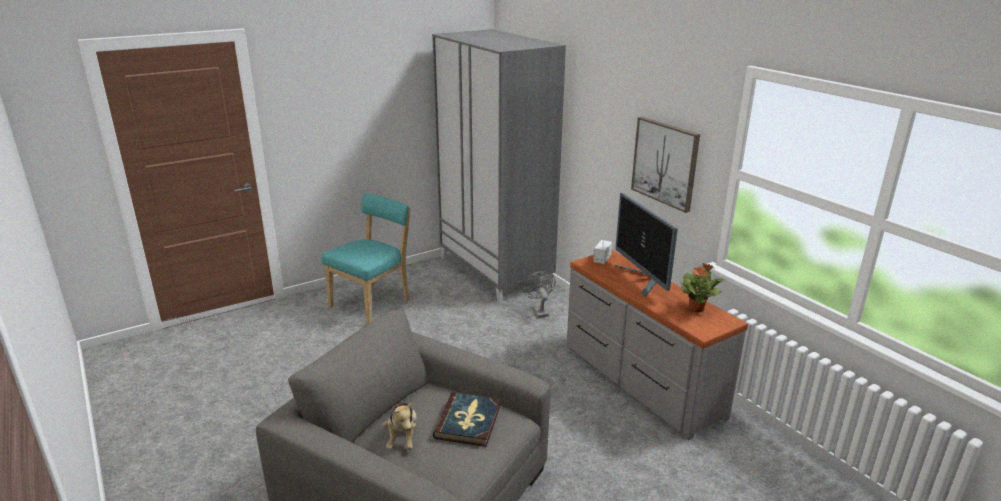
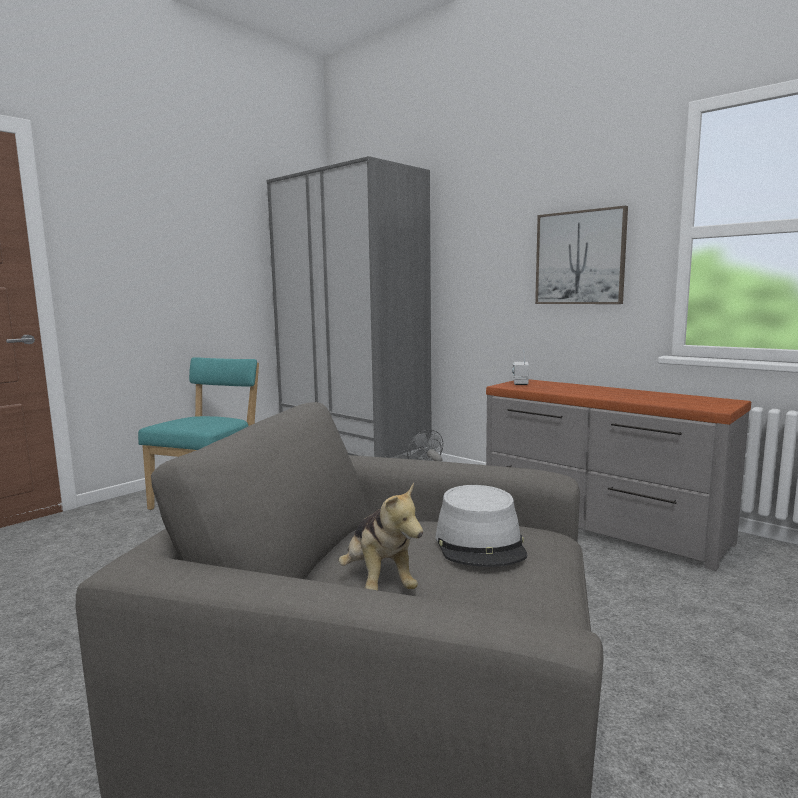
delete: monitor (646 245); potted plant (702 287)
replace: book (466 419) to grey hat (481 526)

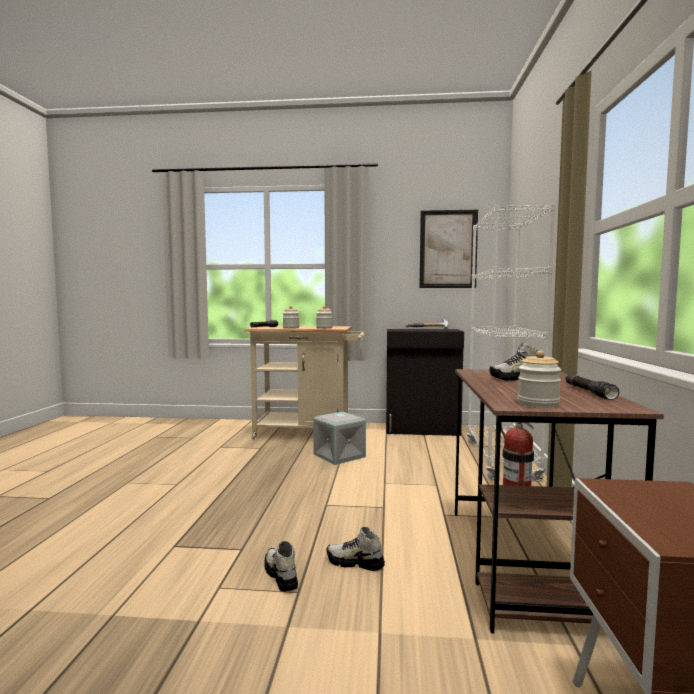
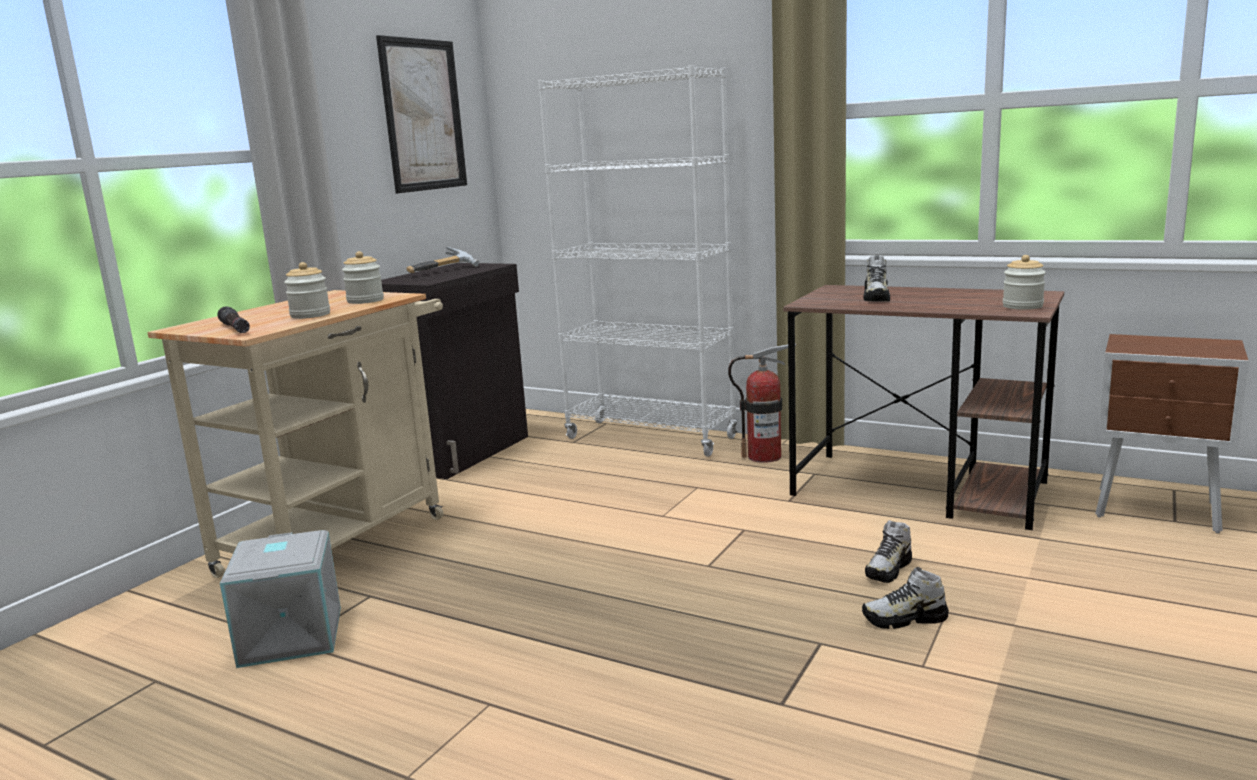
delete: black flashlight (592 387)
move: grey storage box (339 438) to (280 599)

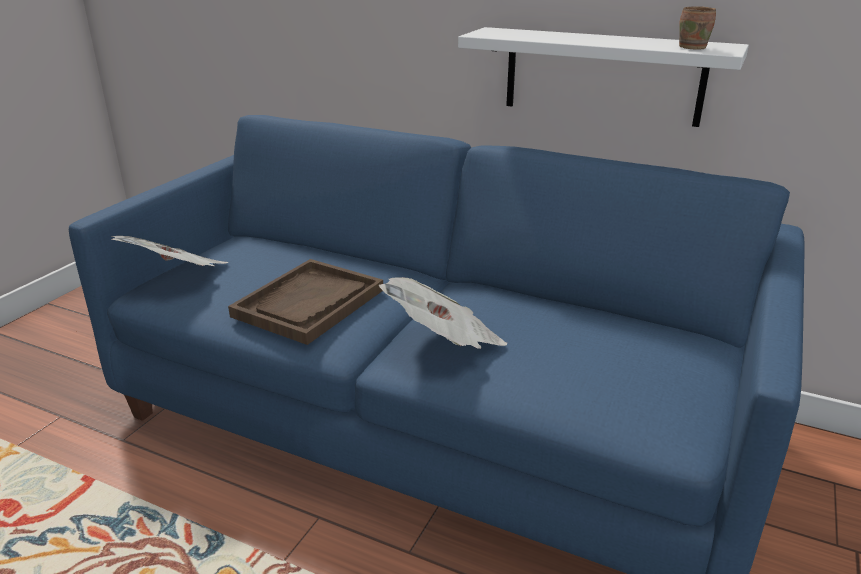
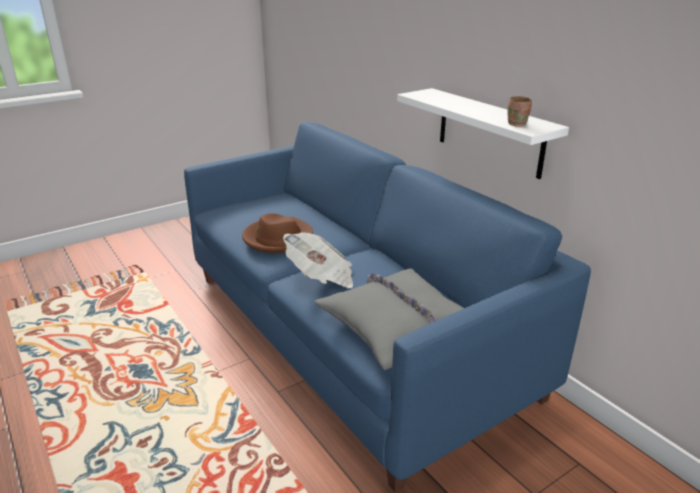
delete: newspaper (170 251)
insert: grey pillow (389 319)
replace: brown tray (305 302) to brown hat (277 233)

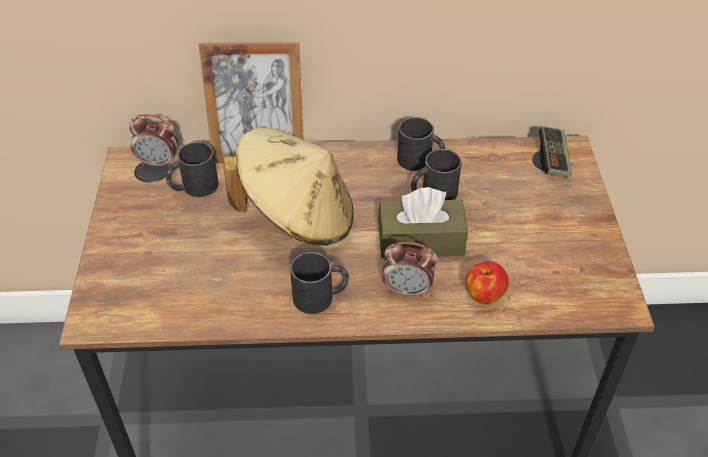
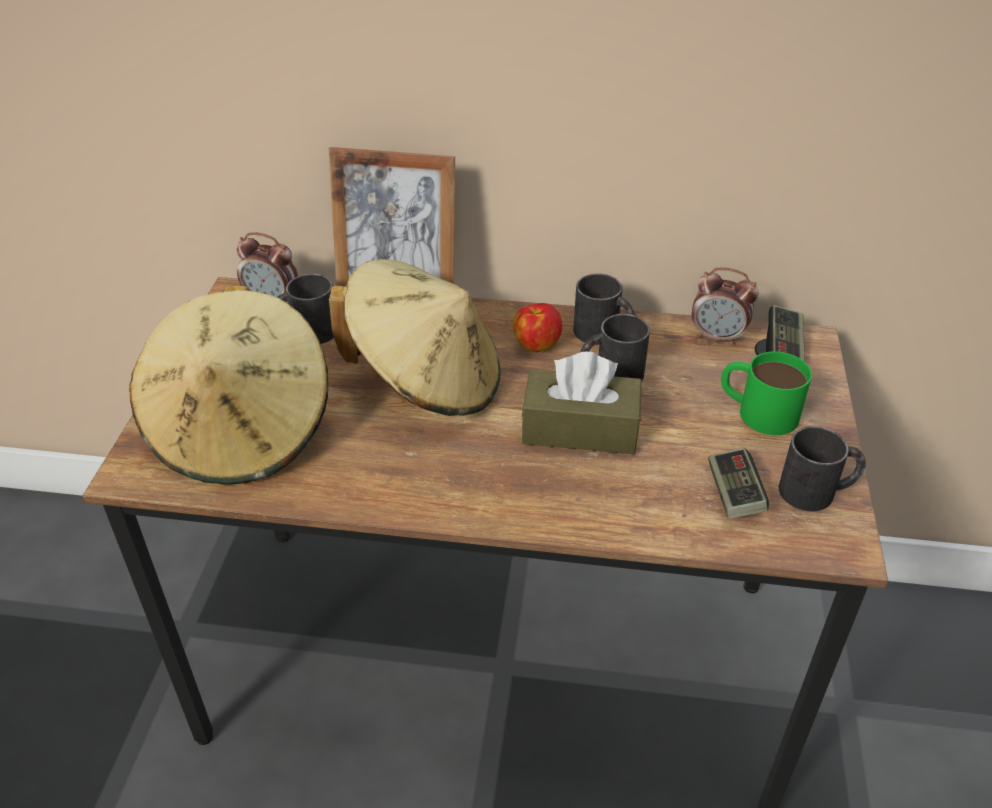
insert: beige hat (228 385); game controller (738 483); green mug (766 393)
move: black mug (319 283) to (822 468); alarm clock (409 270) to (725 306); apple (487 282) to (537 327)

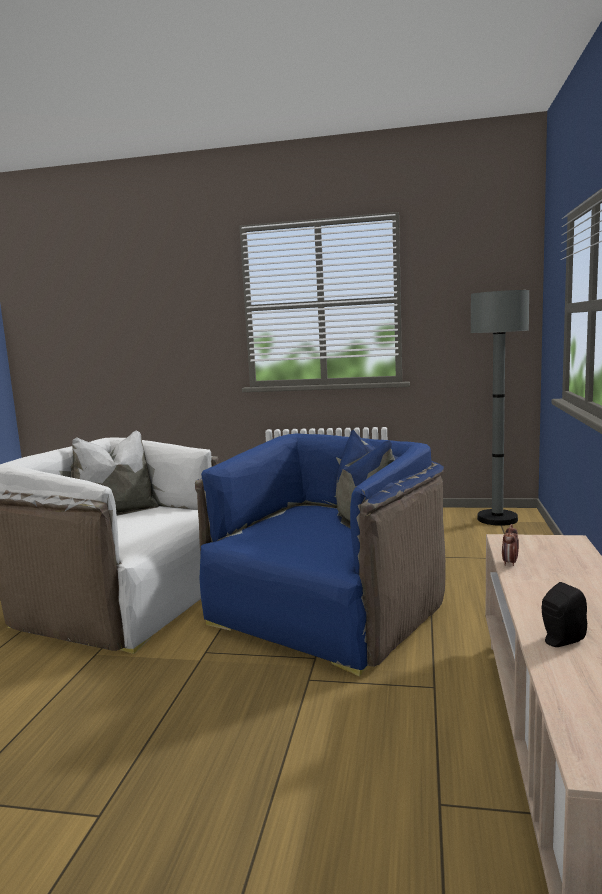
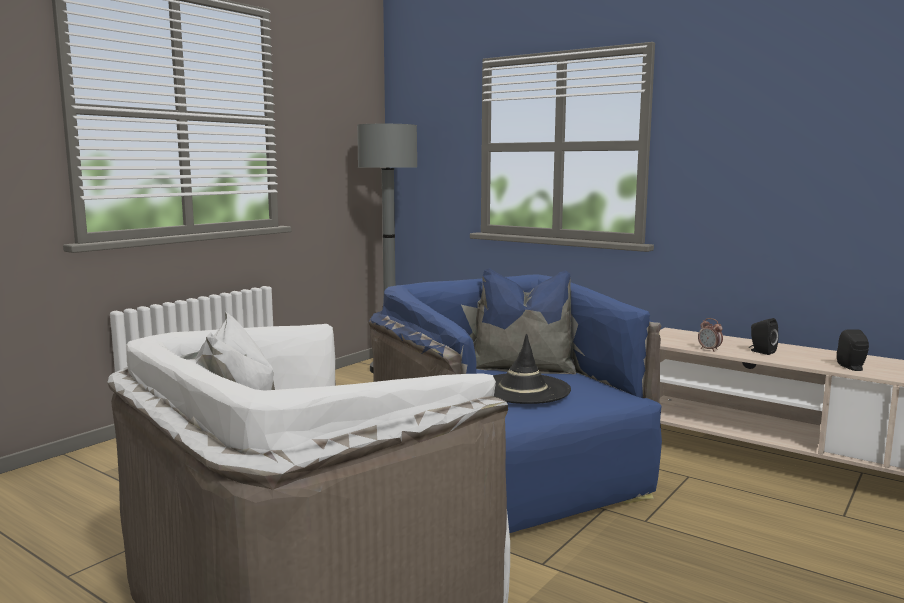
insert: black hat (532 369); black speaker (764 336)

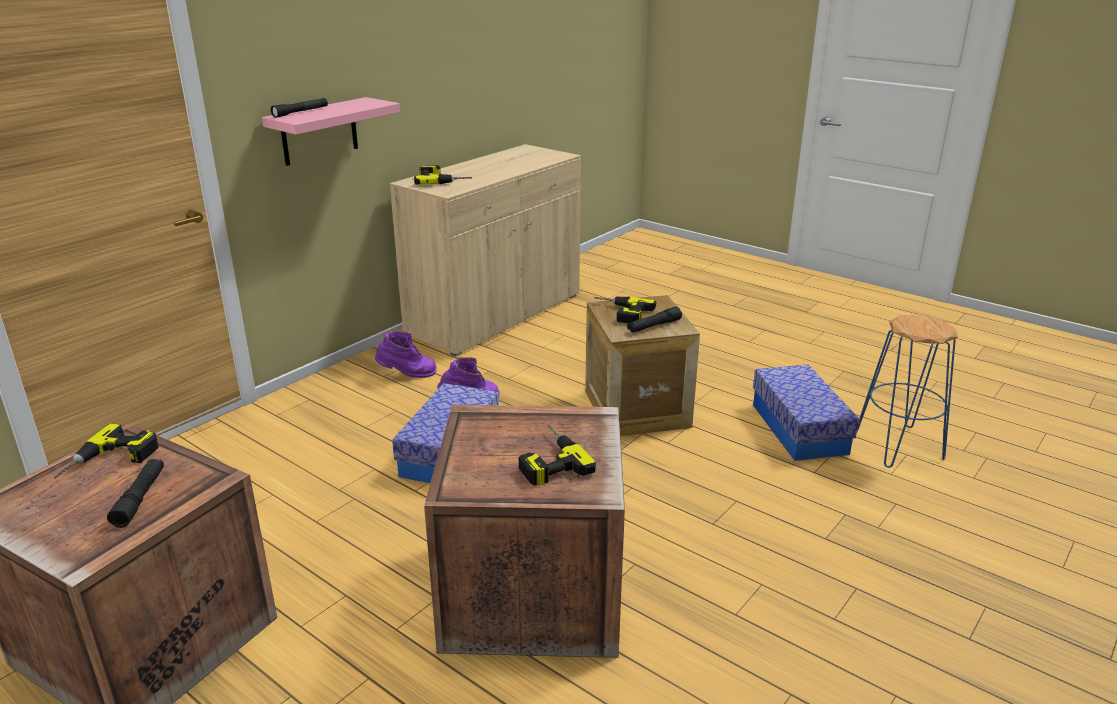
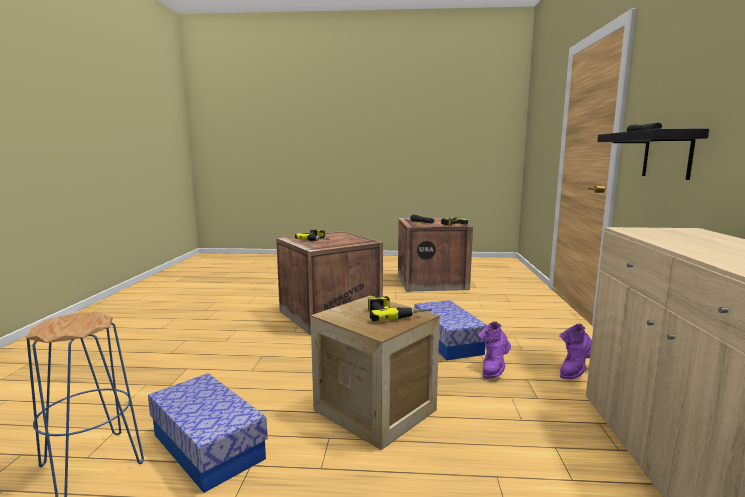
delete: power drill (443 175); black flashlight (654 319)
recolor: pink shelf (331 131) to black shelf (653 154)

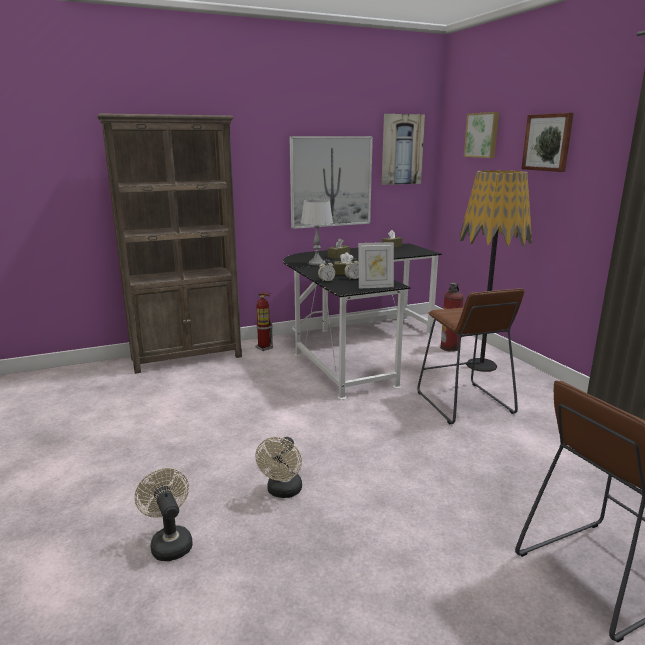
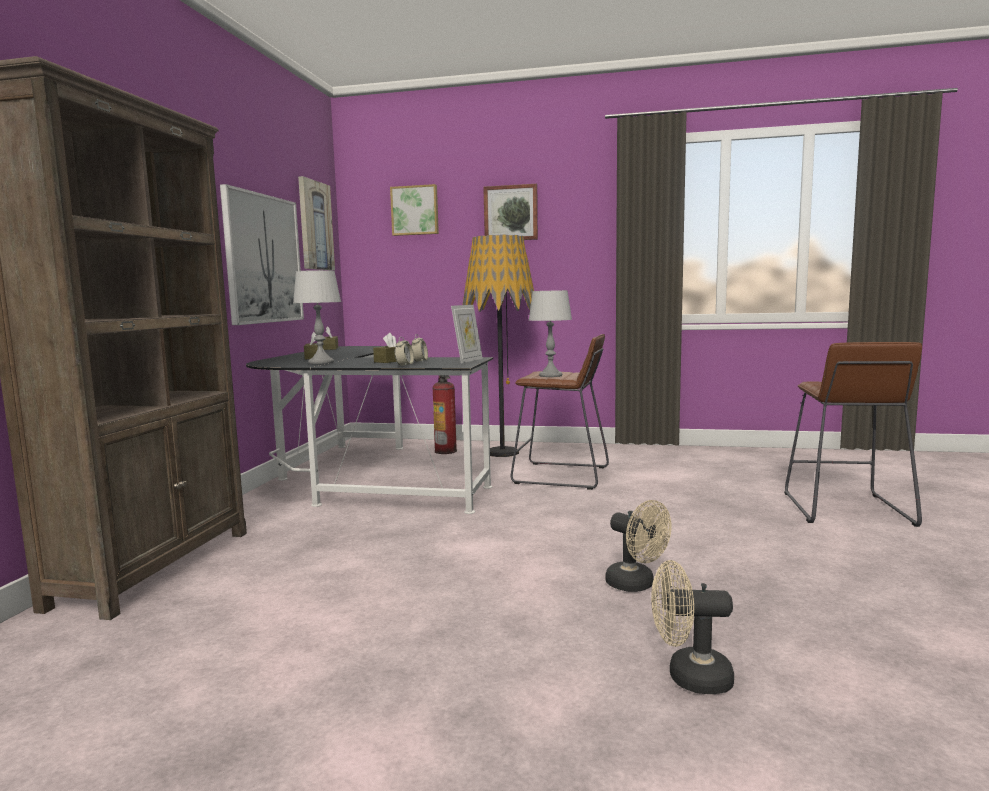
delete: fire extinguisher (264 321)
insert: grey table lamp (550 333)

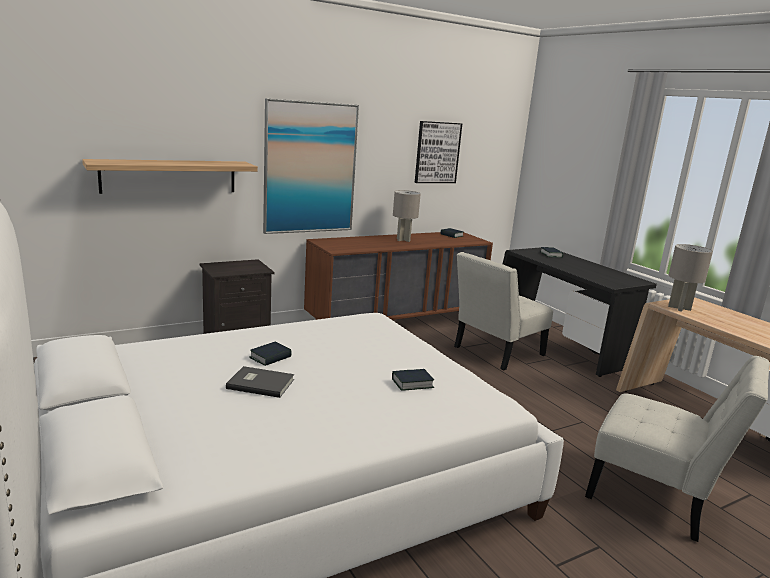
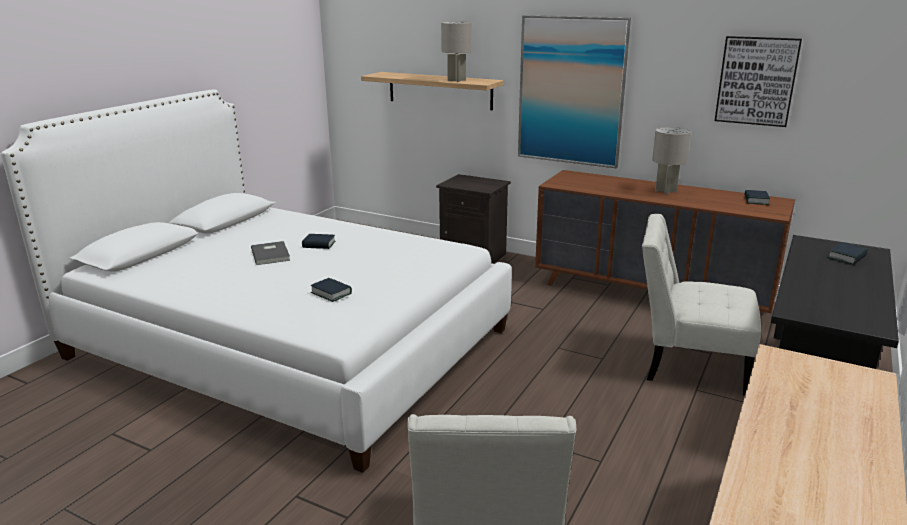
move: grey table lamp (690 278) to (456 51)

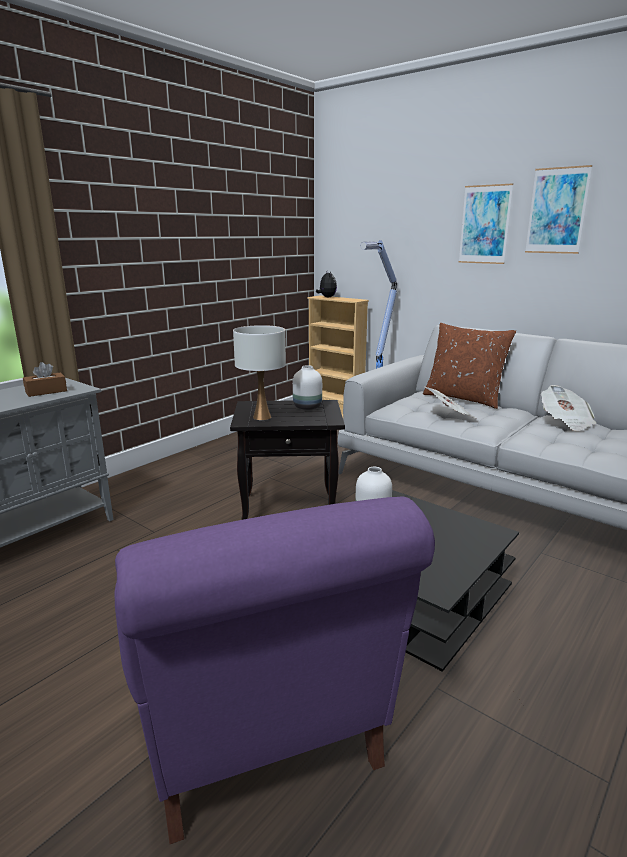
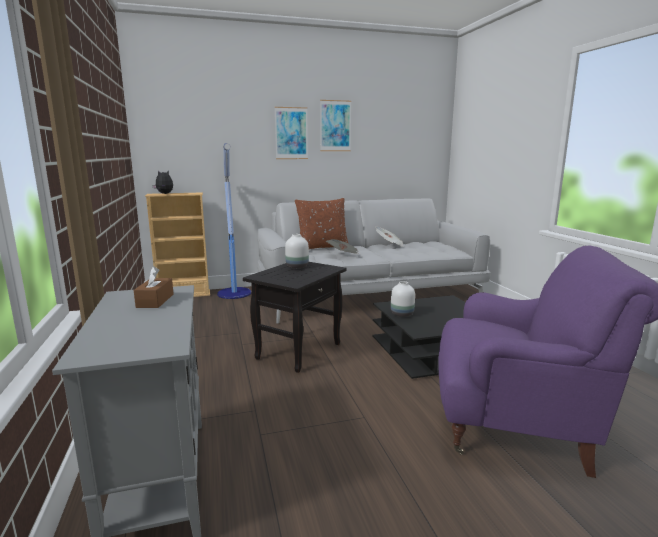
delete: white table lamp (259 372)

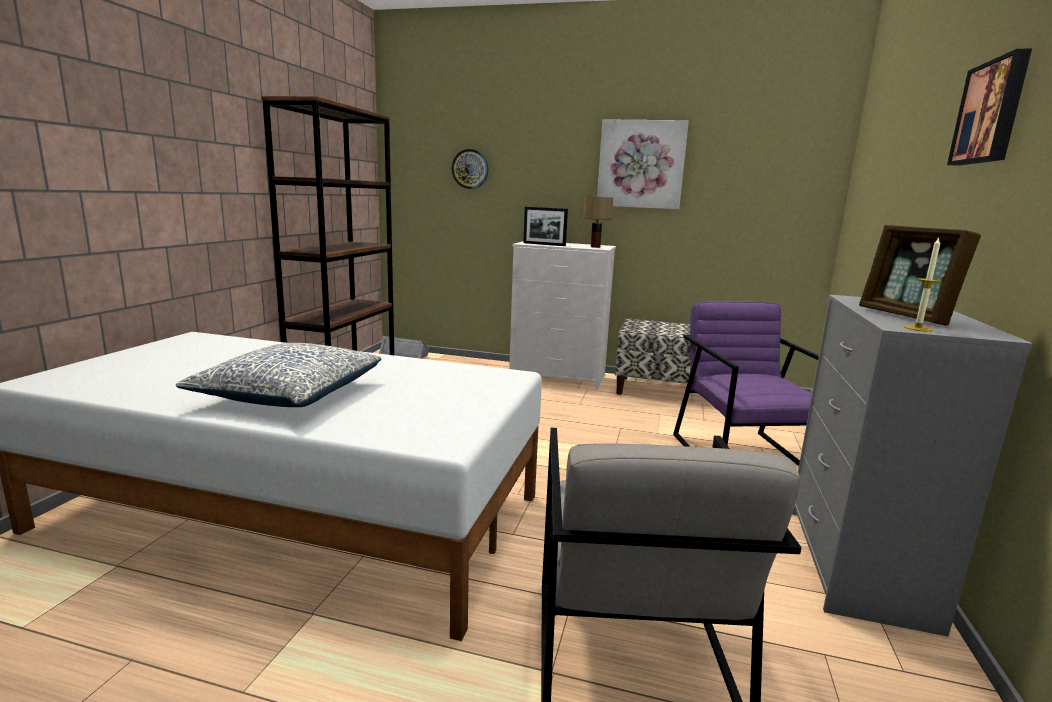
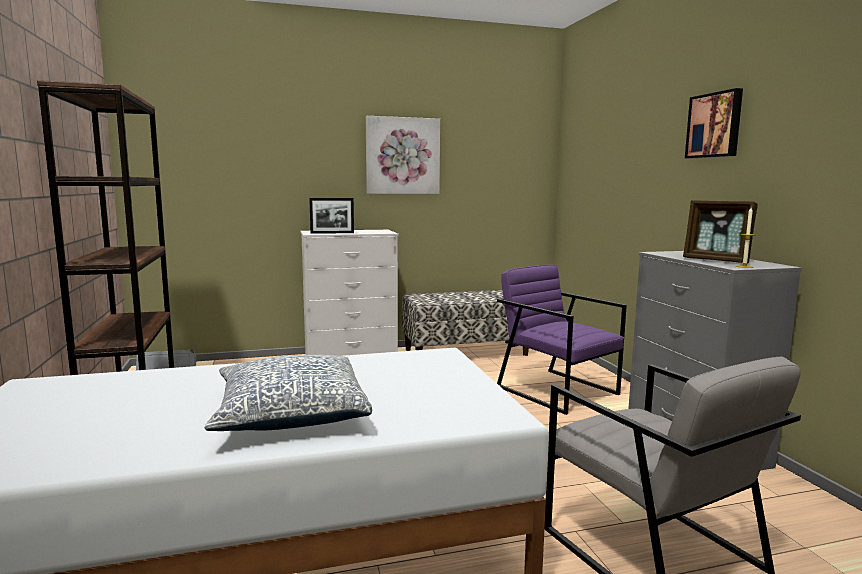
delete: wall clock (470 169); table lamp (598 222)

